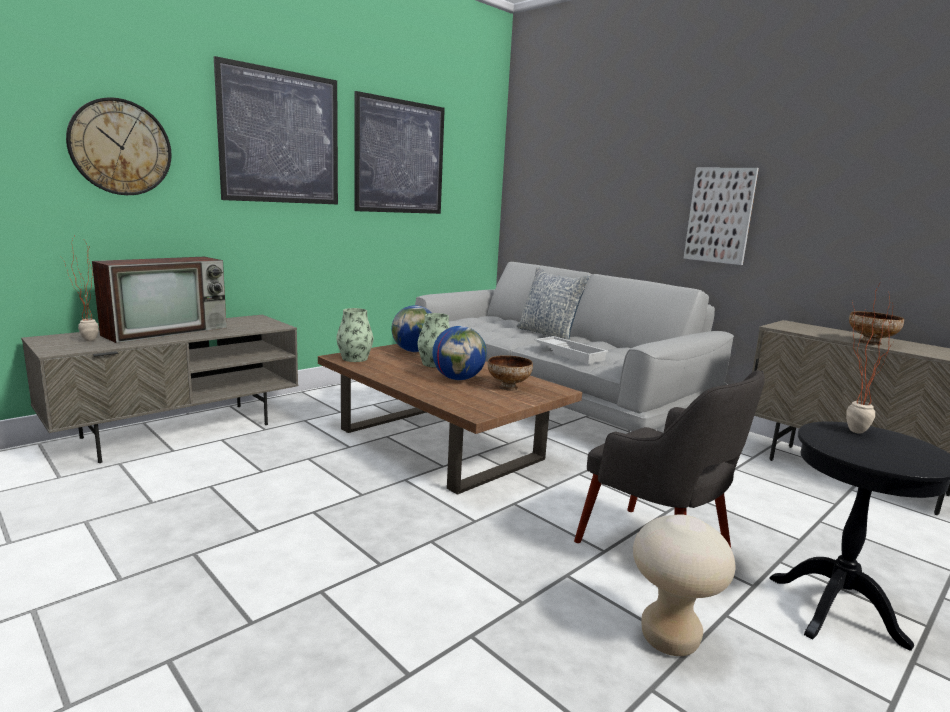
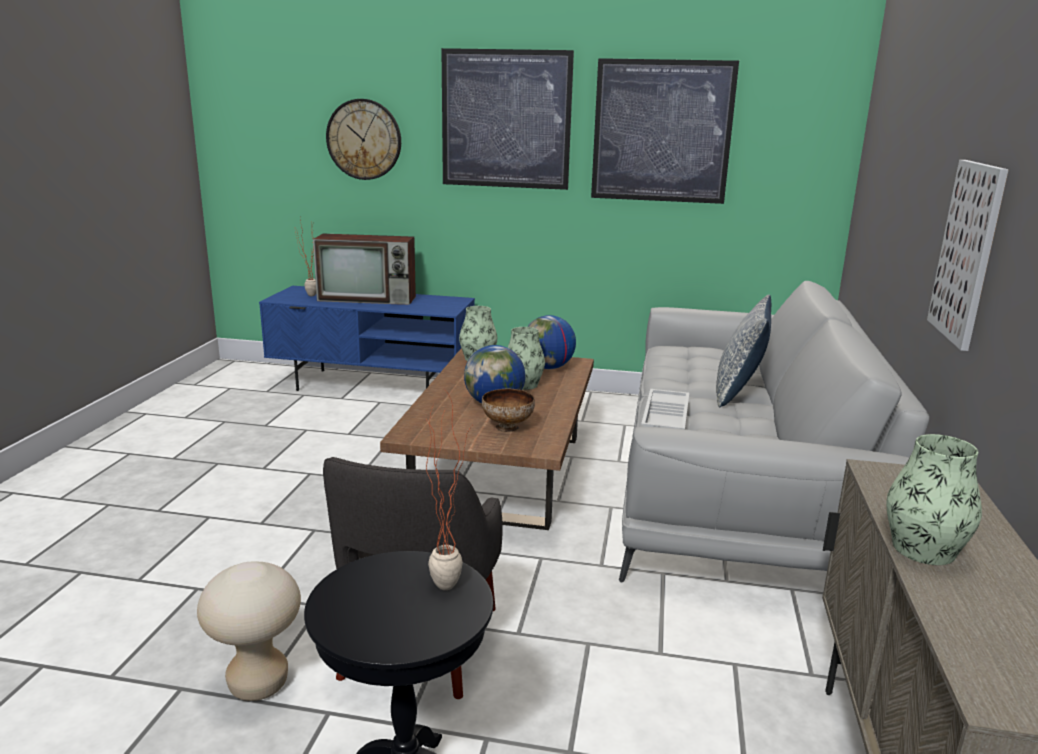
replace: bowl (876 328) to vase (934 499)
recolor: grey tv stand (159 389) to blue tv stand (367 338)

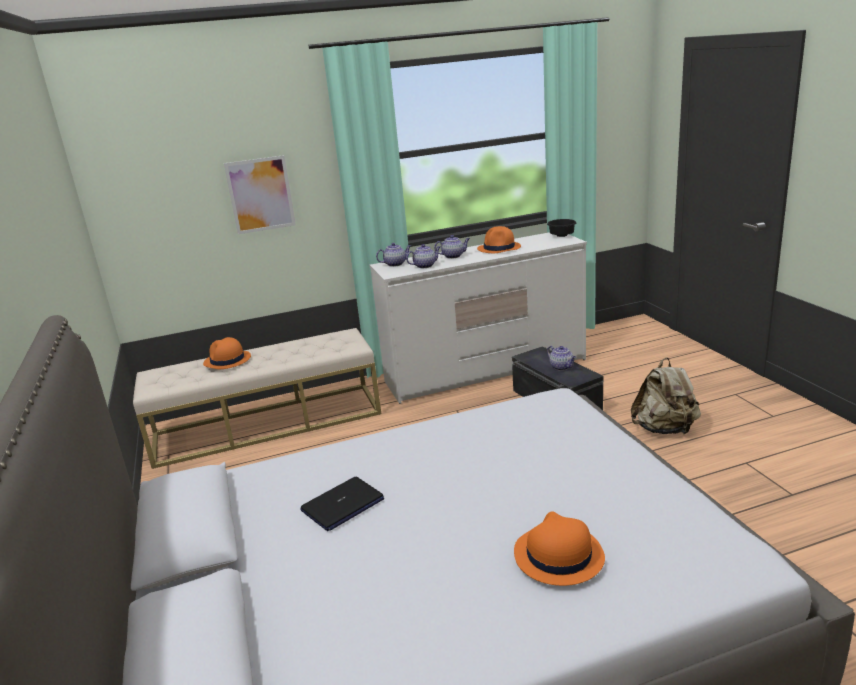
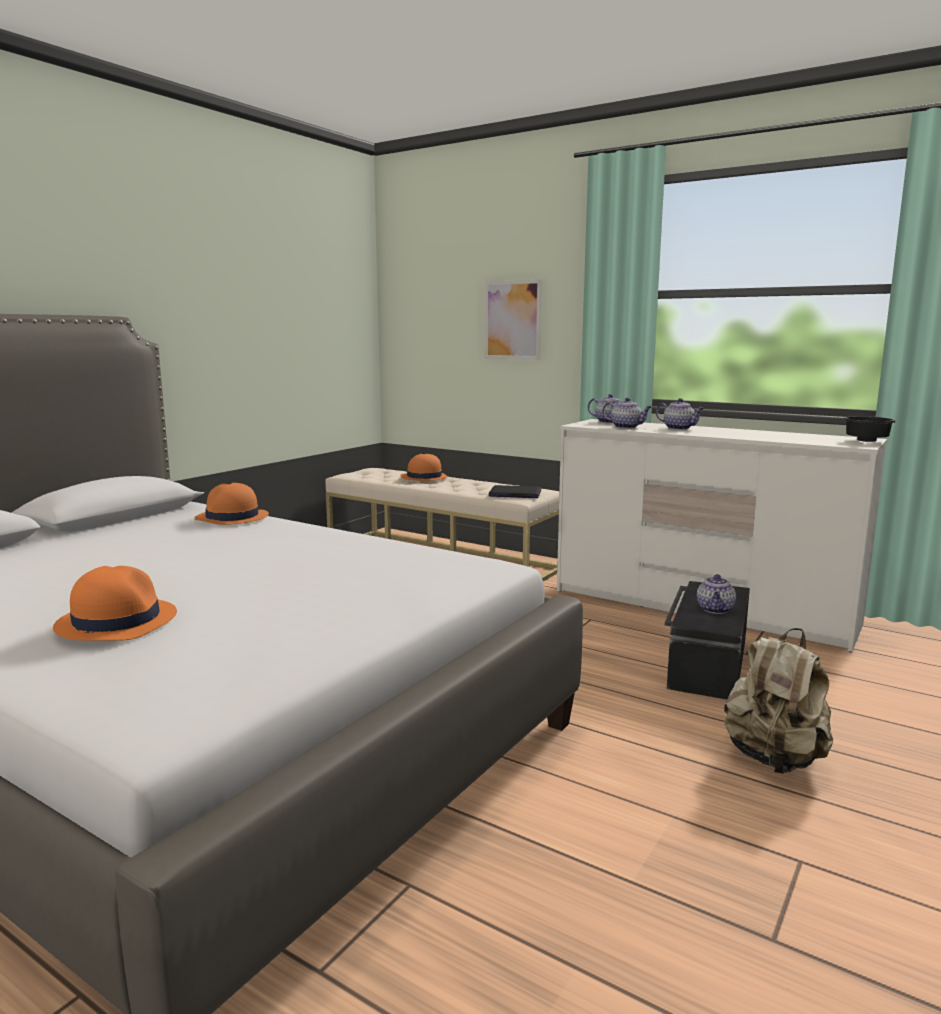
move: laptop (342 504) to (514 491); orange hat (499 239) to (232 504)

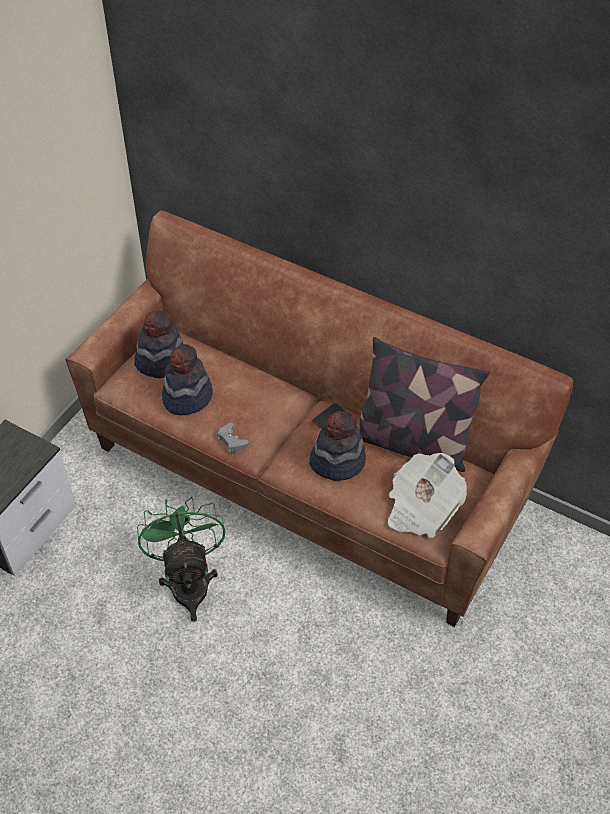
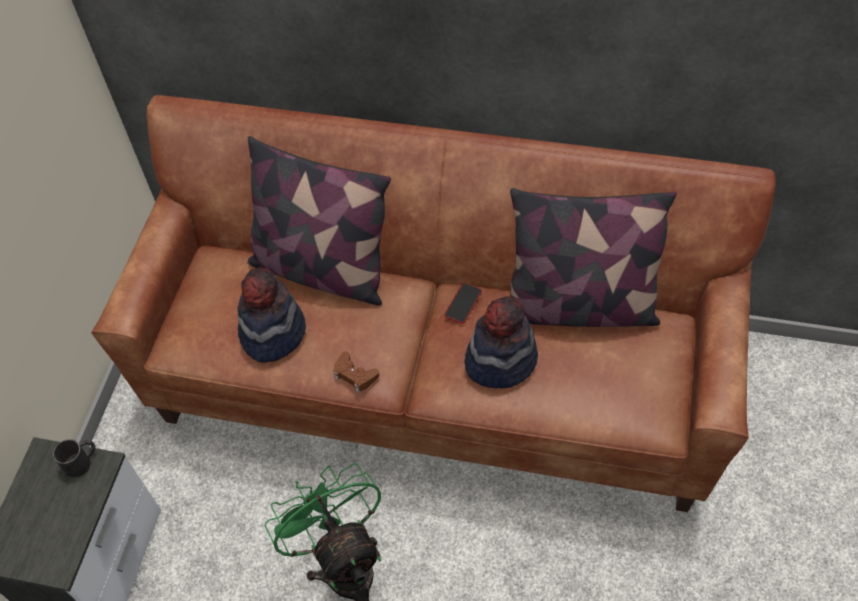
delete: hat (158 344); newspaper (427 495)
insert: black mug (74 458); pillow (319 220)
recolor: grey game controller (233 438) to brown game controller (356 372)

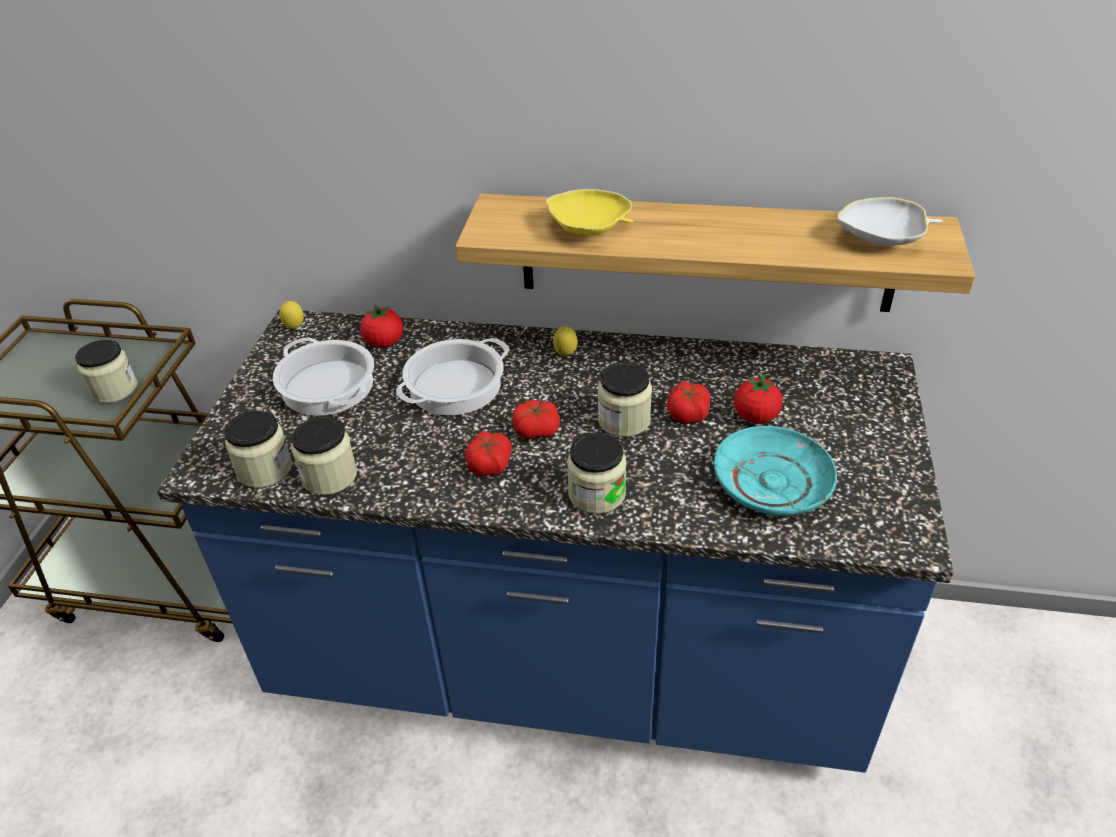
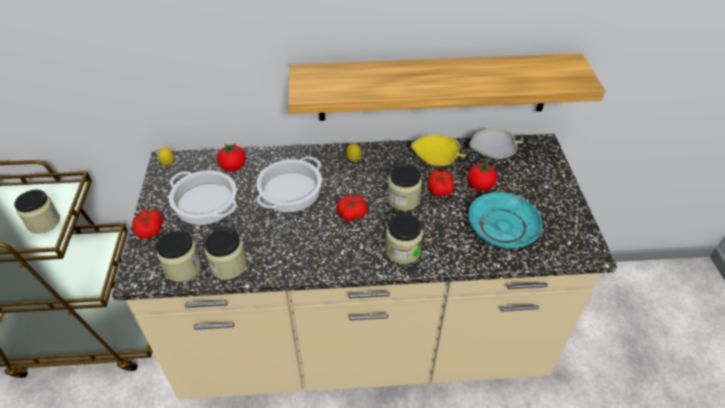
move: tomato (488 453) to (147 224); yellow bowl (590 212) to (438 150); white bowl (890 221) to (497 144)
recolor: blue counter (555 541) to beige counter (364 267)

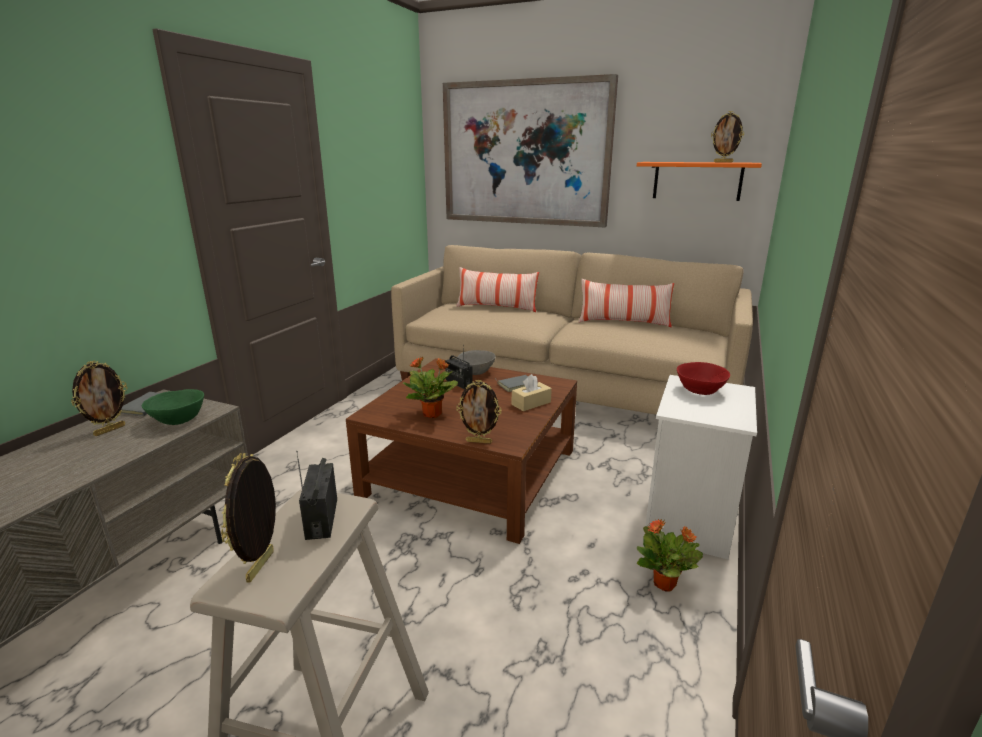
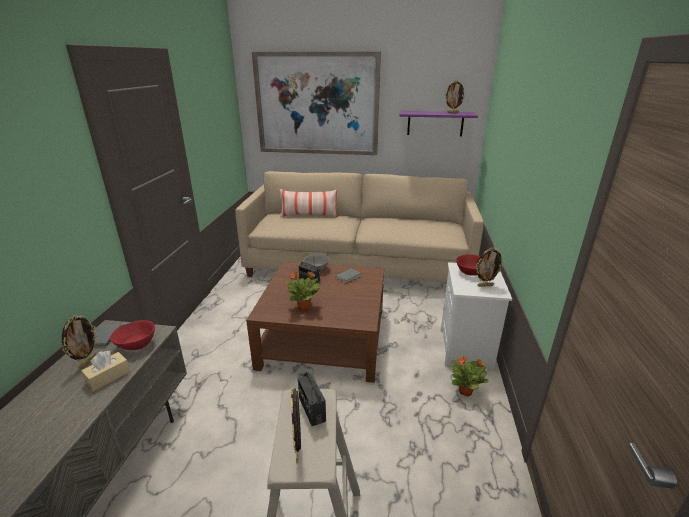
delete: pillow (626 303)
move: picture frame (478 412) to (489 267); beige tissue box (532 392) to (105 371)
recolor: green bowl (173 407) to red bowl (132 335); orange shelf (699 181) to purple shelf (438 123)

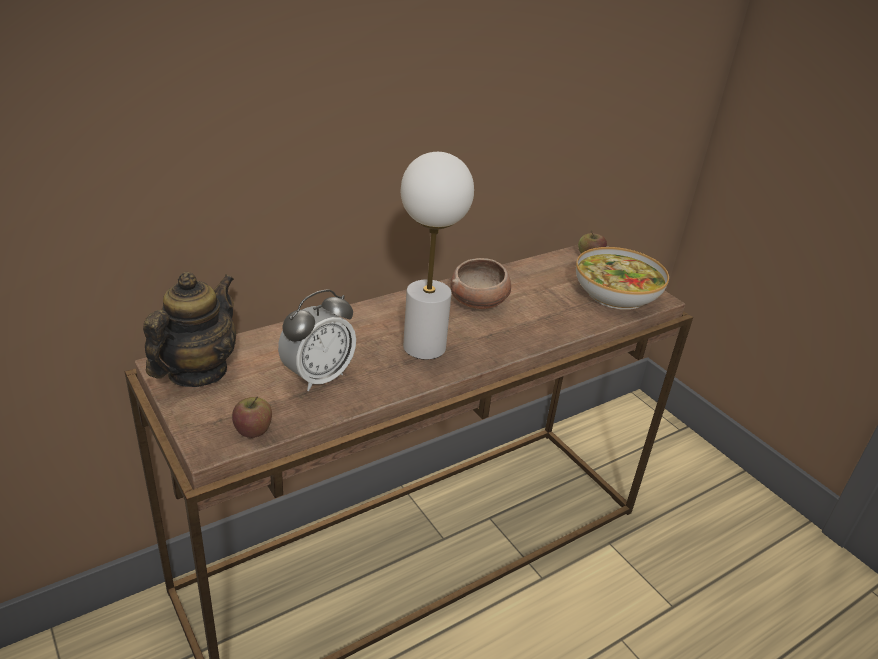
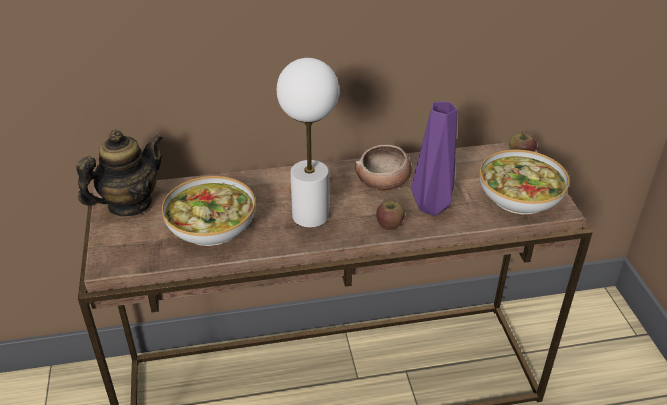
insert: purple vase (434 158)
move: apple (252 417) to (390 215)
replace: alarm clock (317 340) to bowl (208 211)

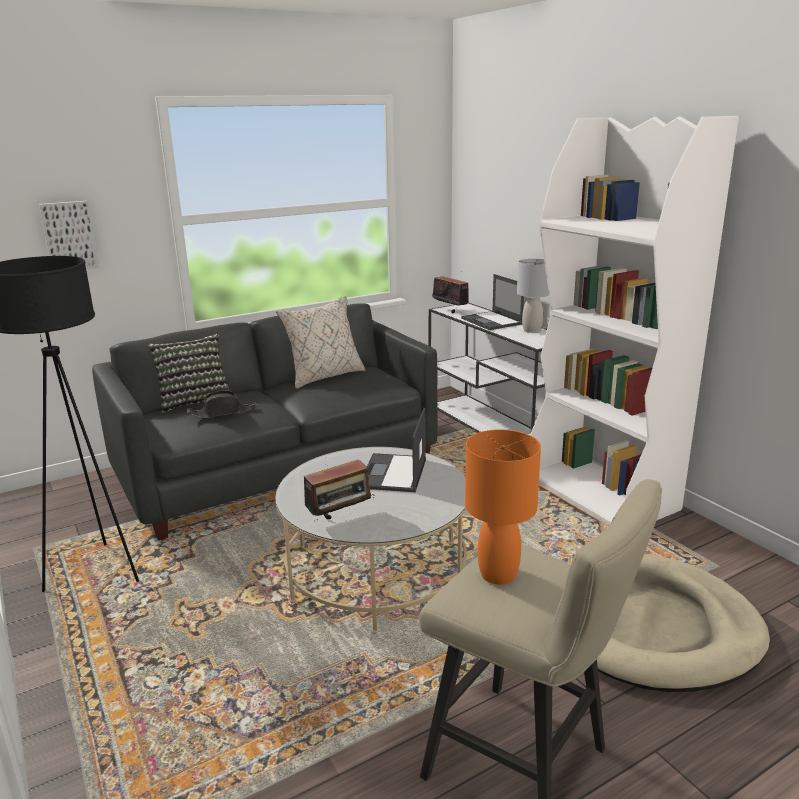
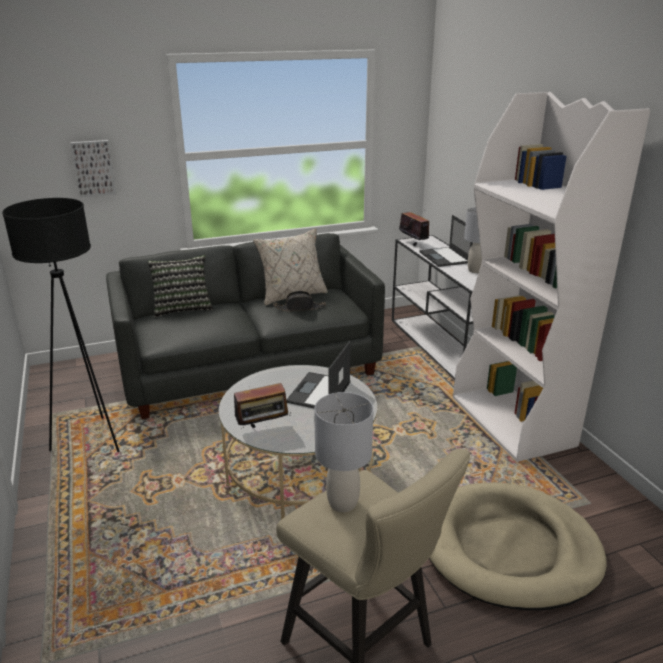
move: black hat (222 404) to (300 301)
recolor: orange table lamp (503 507) to grey table lamp (344 452)

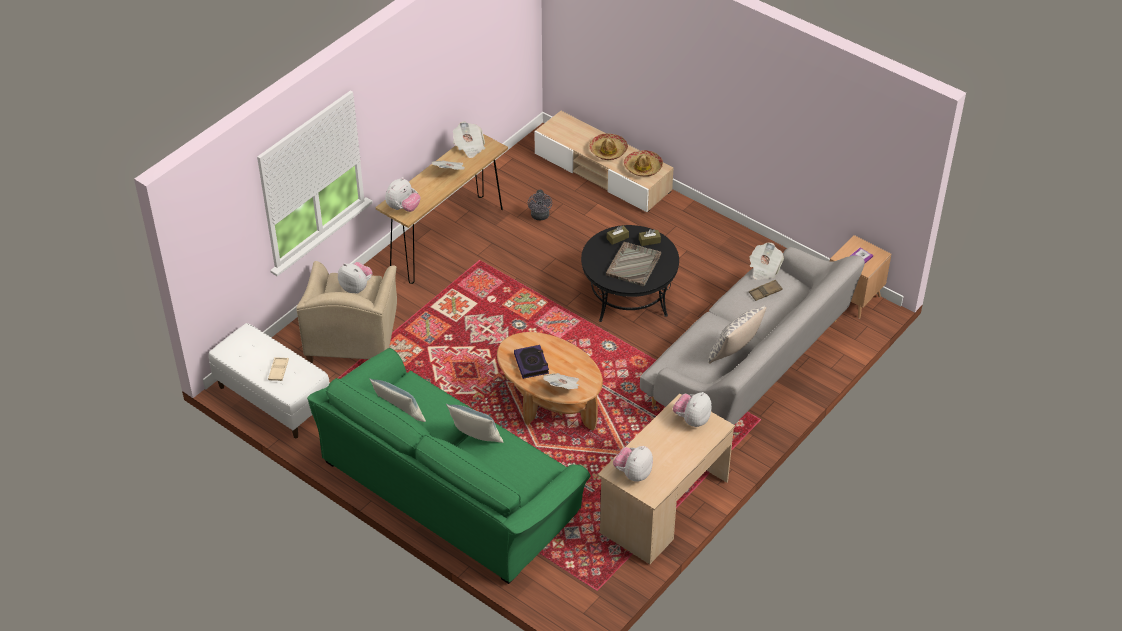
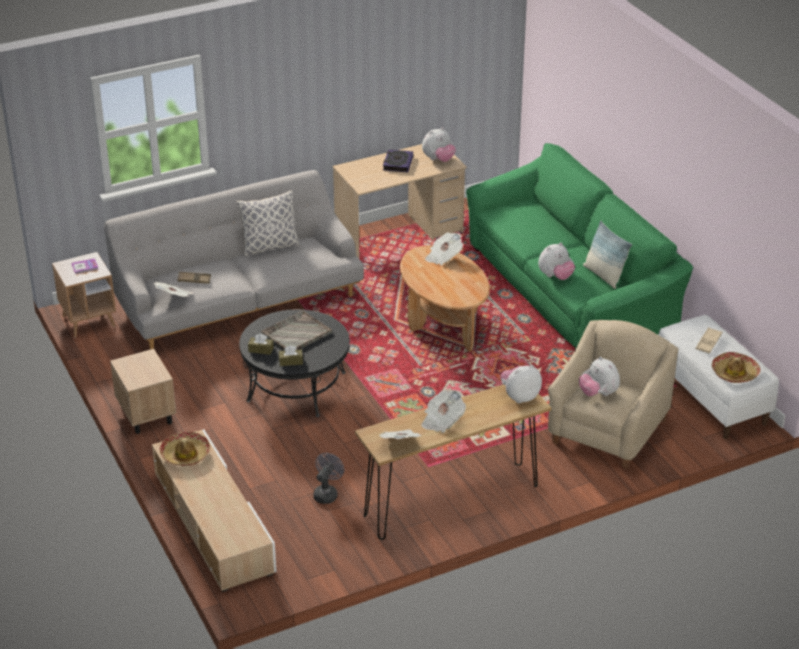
delete: pillow (474 423)
insert: beige nightstand (143 391)
move: book (531 362) to (398 160); hat (608 146) to (736 367); plush toy (692 409) to (556 261)

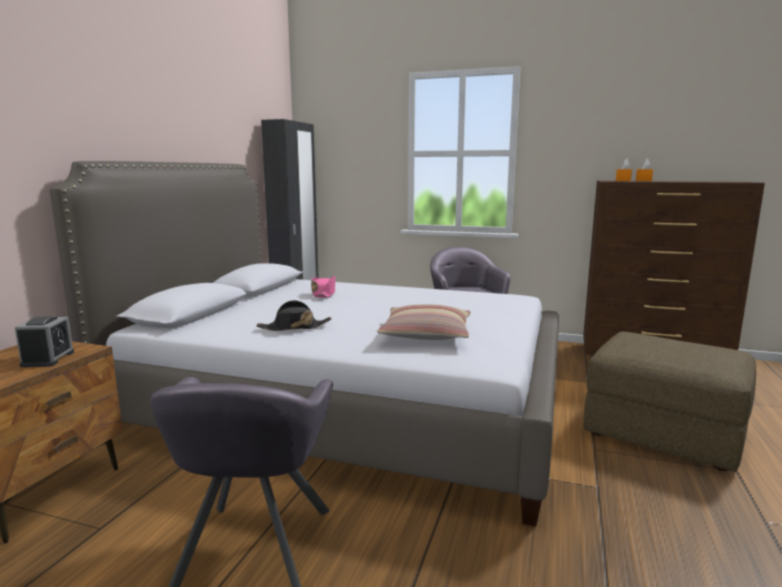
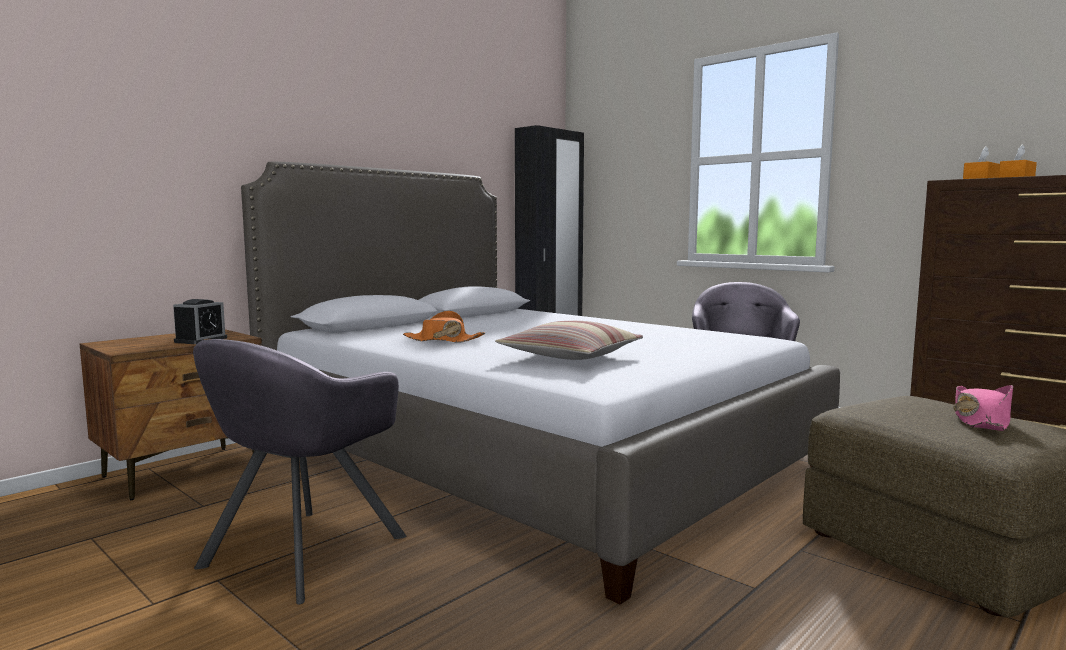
move: pink hat (323 286) to (983 408)
recolor: black hat (294 315) to orange hat (444 327)

